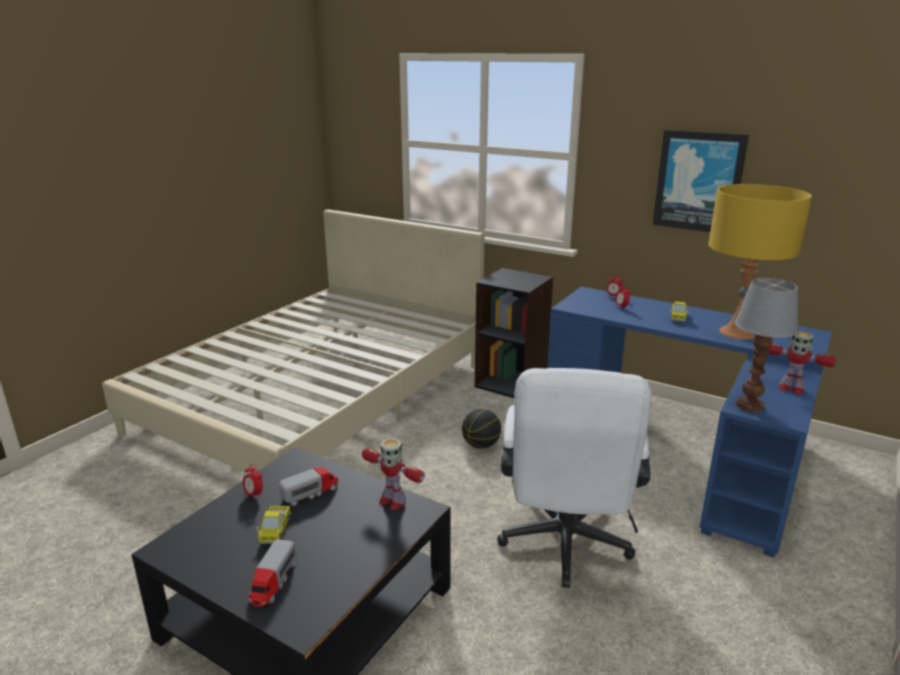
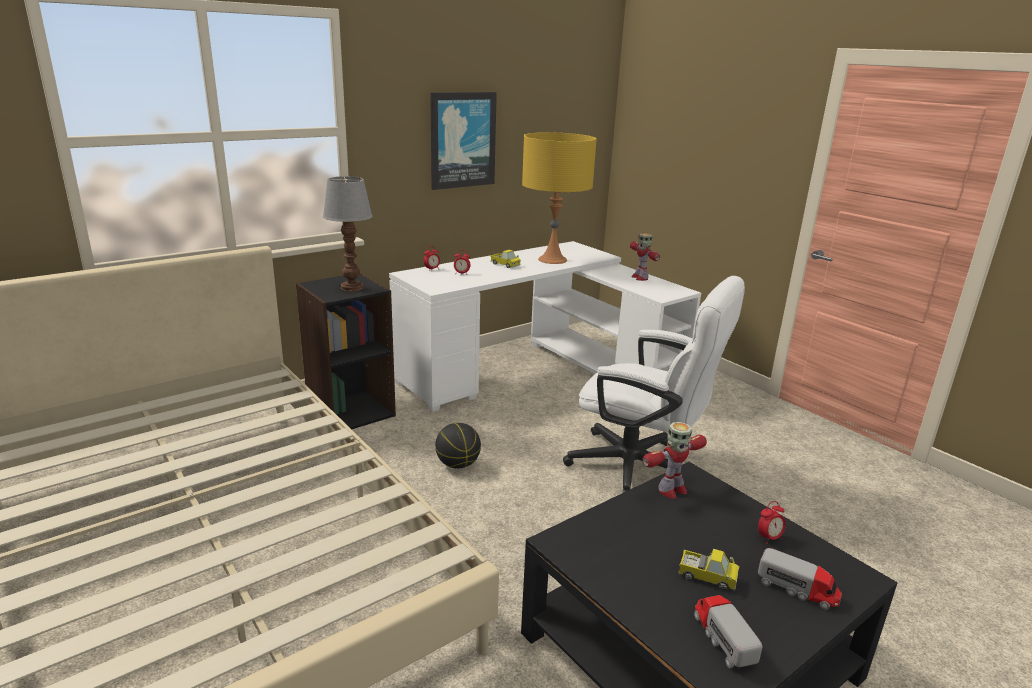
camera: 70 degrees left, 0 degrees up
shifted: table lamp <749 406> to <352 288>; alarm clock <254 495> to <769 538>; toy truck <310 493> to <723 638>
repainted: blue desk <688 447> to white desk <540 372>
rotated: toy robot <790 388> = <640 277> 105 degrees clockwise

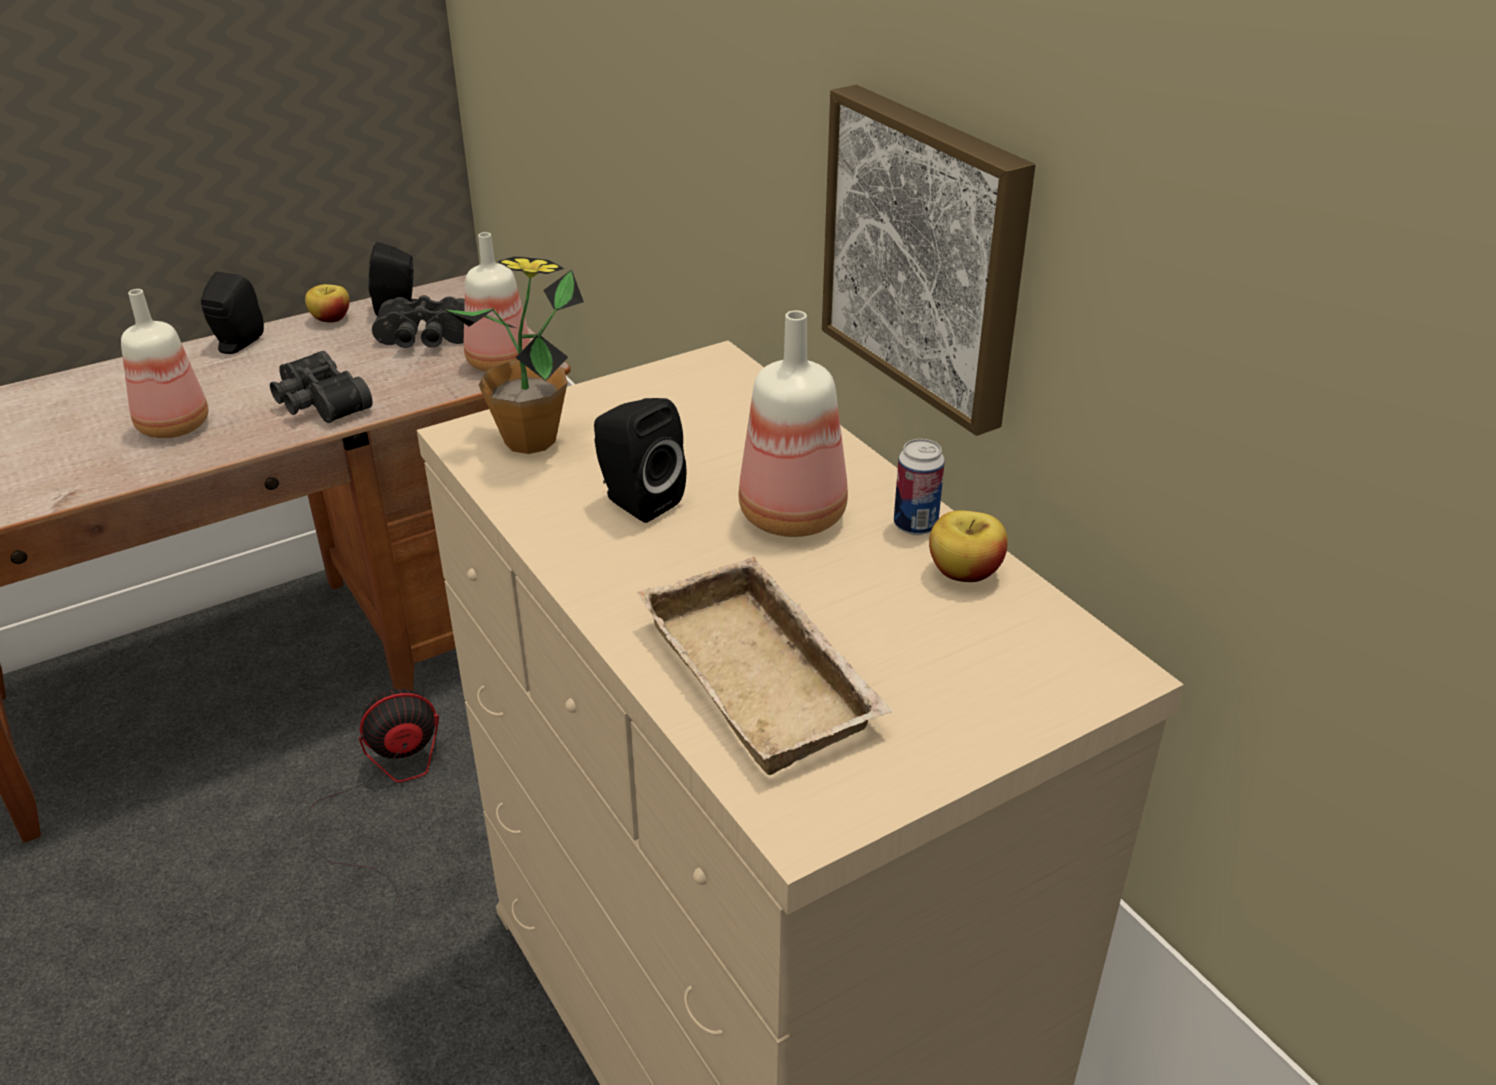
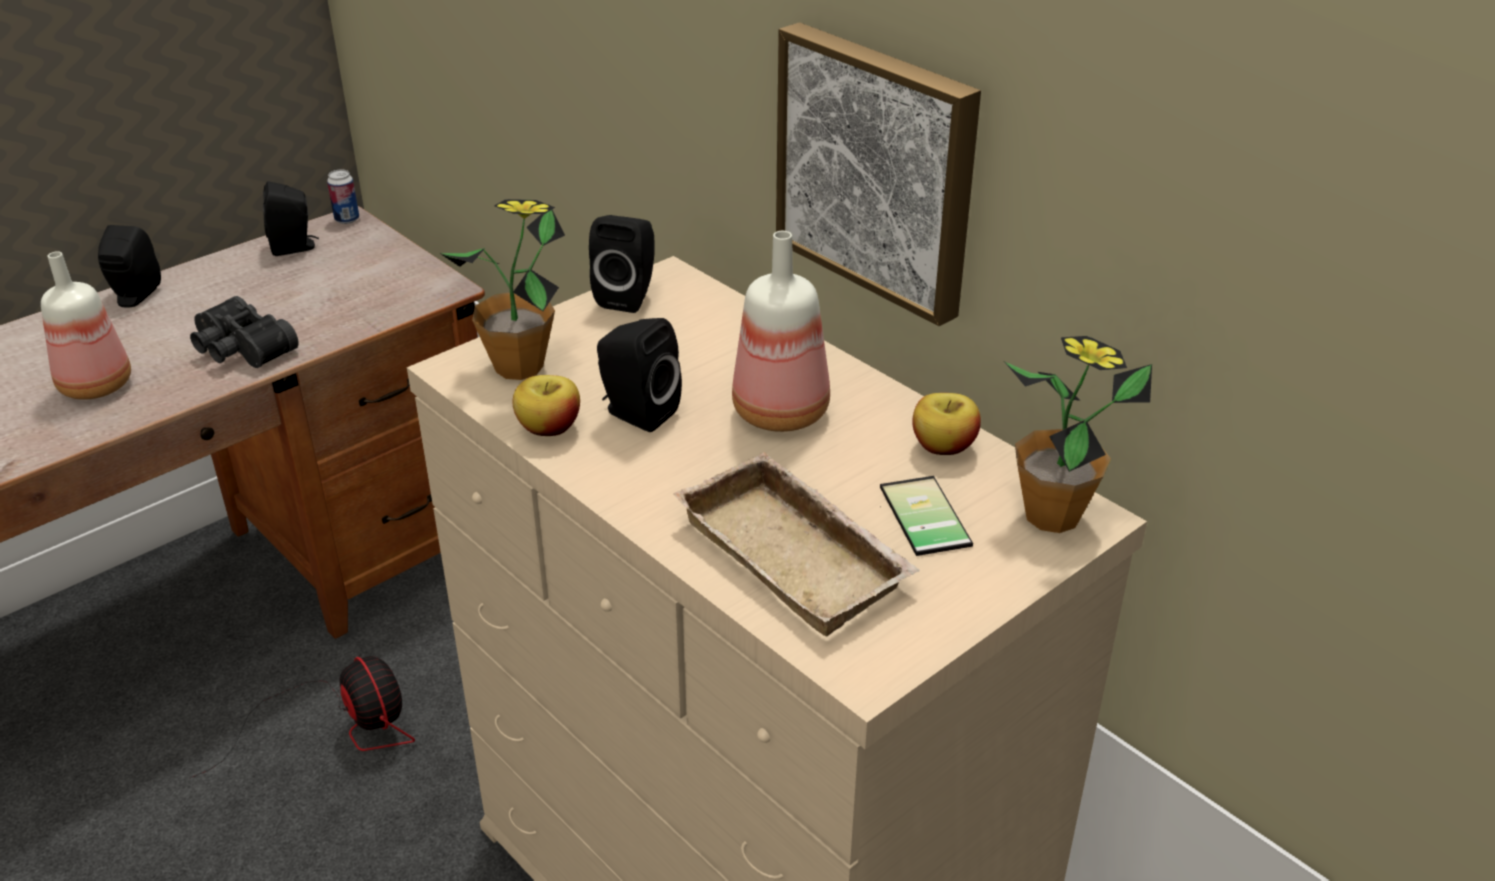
camera: 10 degrees left, 0 degrees up
gone: bottle <498 363>; black binoculars <425 339>
new: black speaker <628 297>; potted plant <1052 516>; phone <918 517>
shifted: apple <331 319> to <549 428>; can <915 525> to <347 219>
rotated: fan <385 789> = <341 726> 90 degrees clockwise

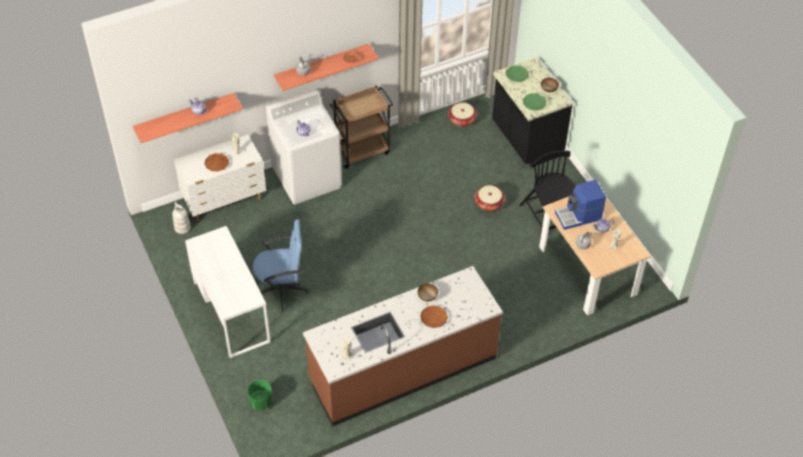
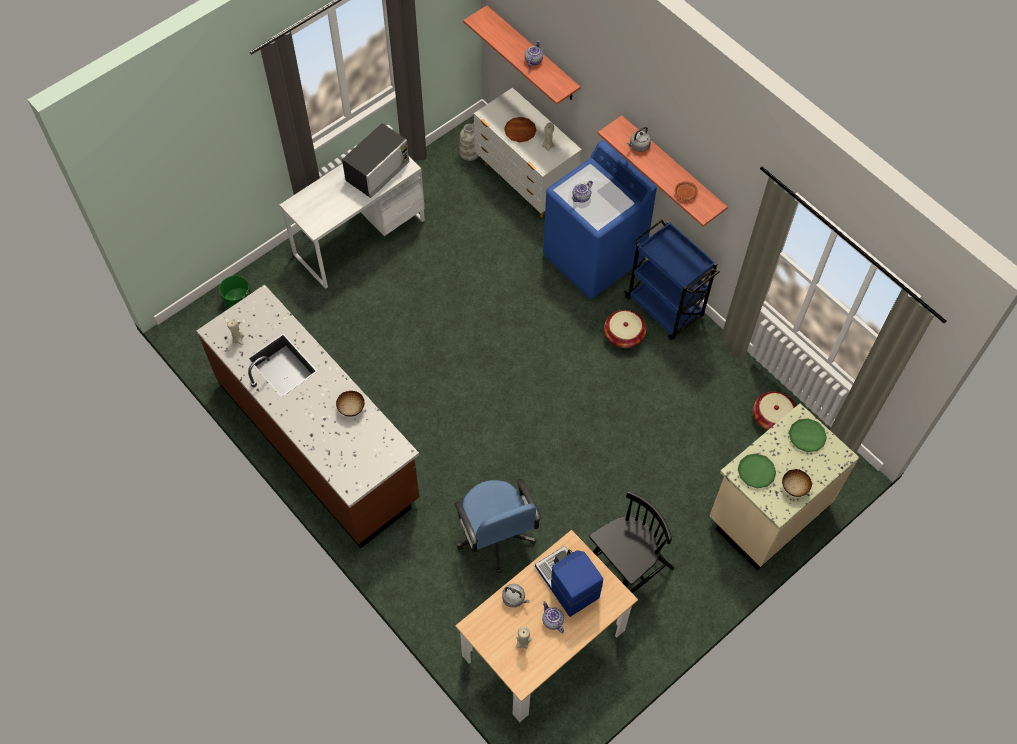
camera: 75 degrees right, 10 degrees up
gone: brown plate <433 318>
new: microwave <378 171>
shifted: basket <489 203> to <623 335>; blue office chair <281 288> to <495 536>
repainted: black counter <526 140> to beige counter <767 512>; brown cart <362 150> to blue cart <665 308>; white washing machine <307 178> to blue washing machine <593 258>

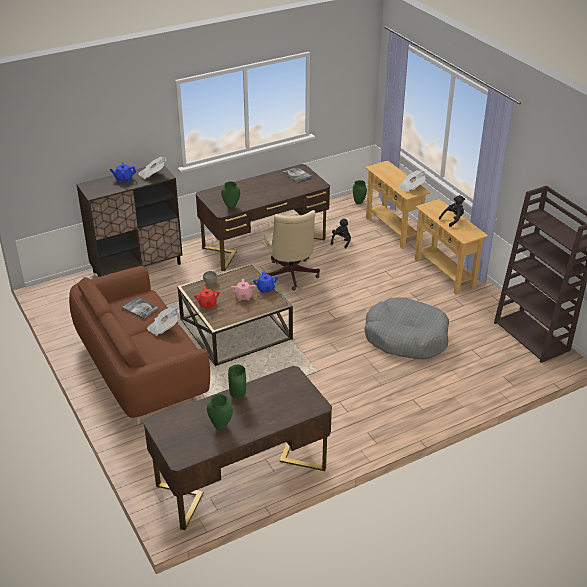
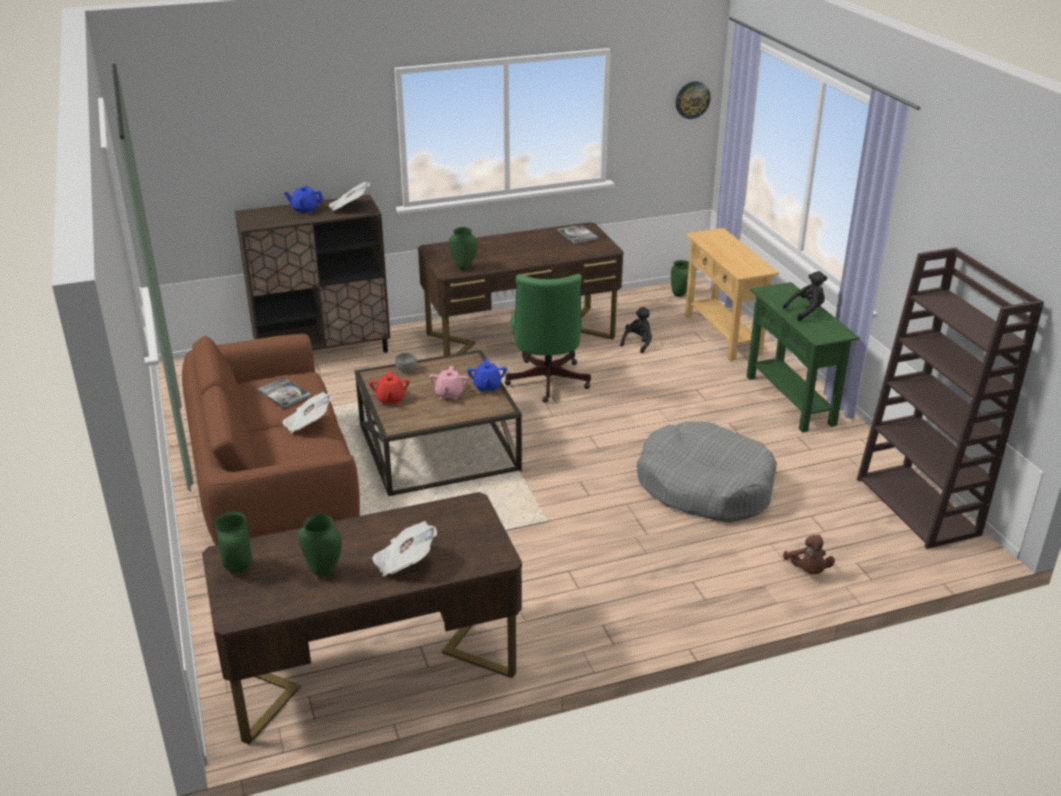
camera: 10 degrees right, 5 degrees down
new: wall clock <692 99>; brown plush toy <807 570>
shifted: newspaper <411 187> to <404 562>; green vase <237 396> to <237 569>
repainted: beige console table <444 273> to green console table <790 400>; beige office chair <291 276> to green office chair <546 383>

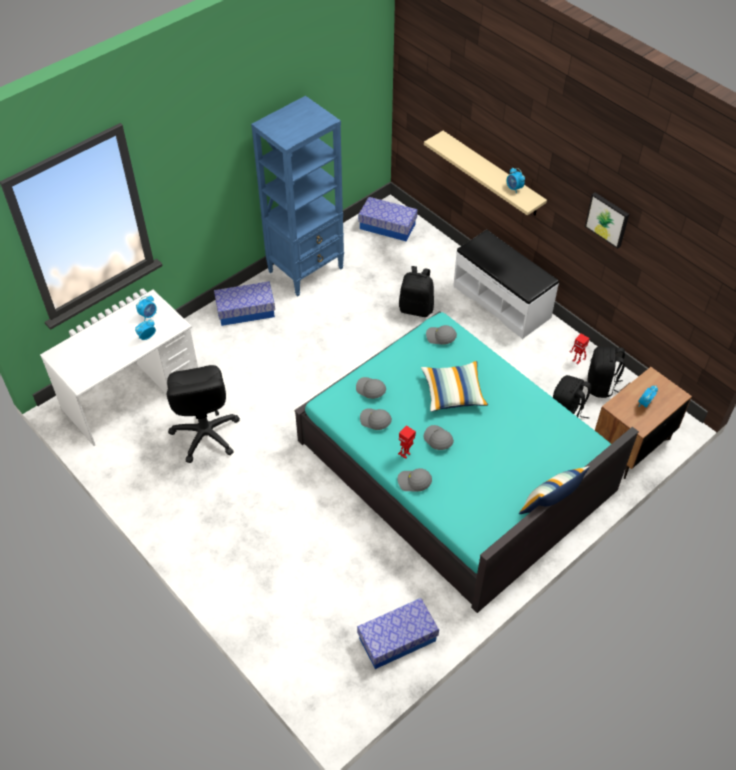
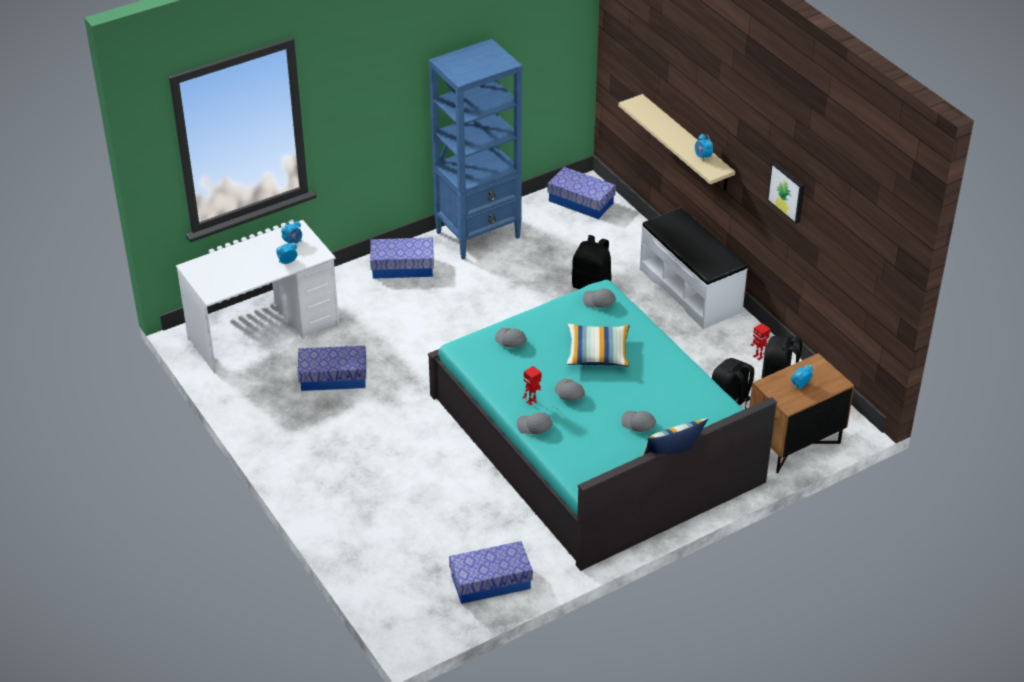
camera: 10 degrees right, 10 degrees down
shifted: grey cap <375 421> to <638 424>
swapped: black office chair <205 435> to storage box <333 377>

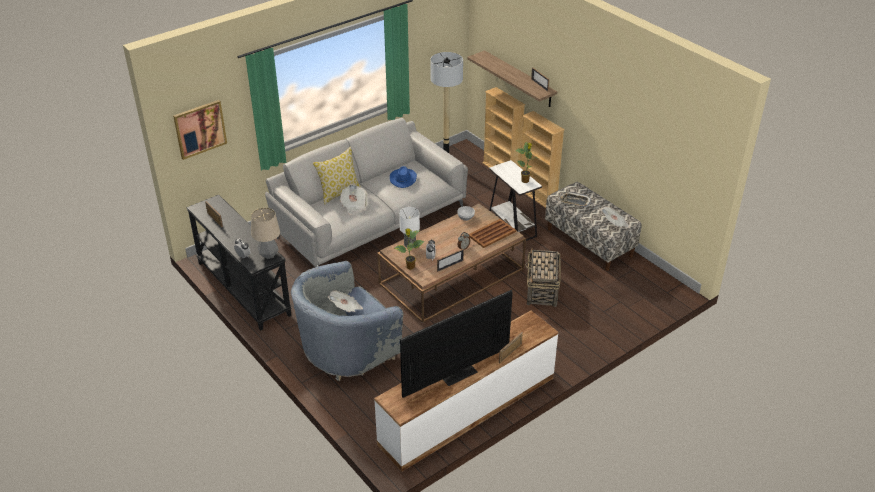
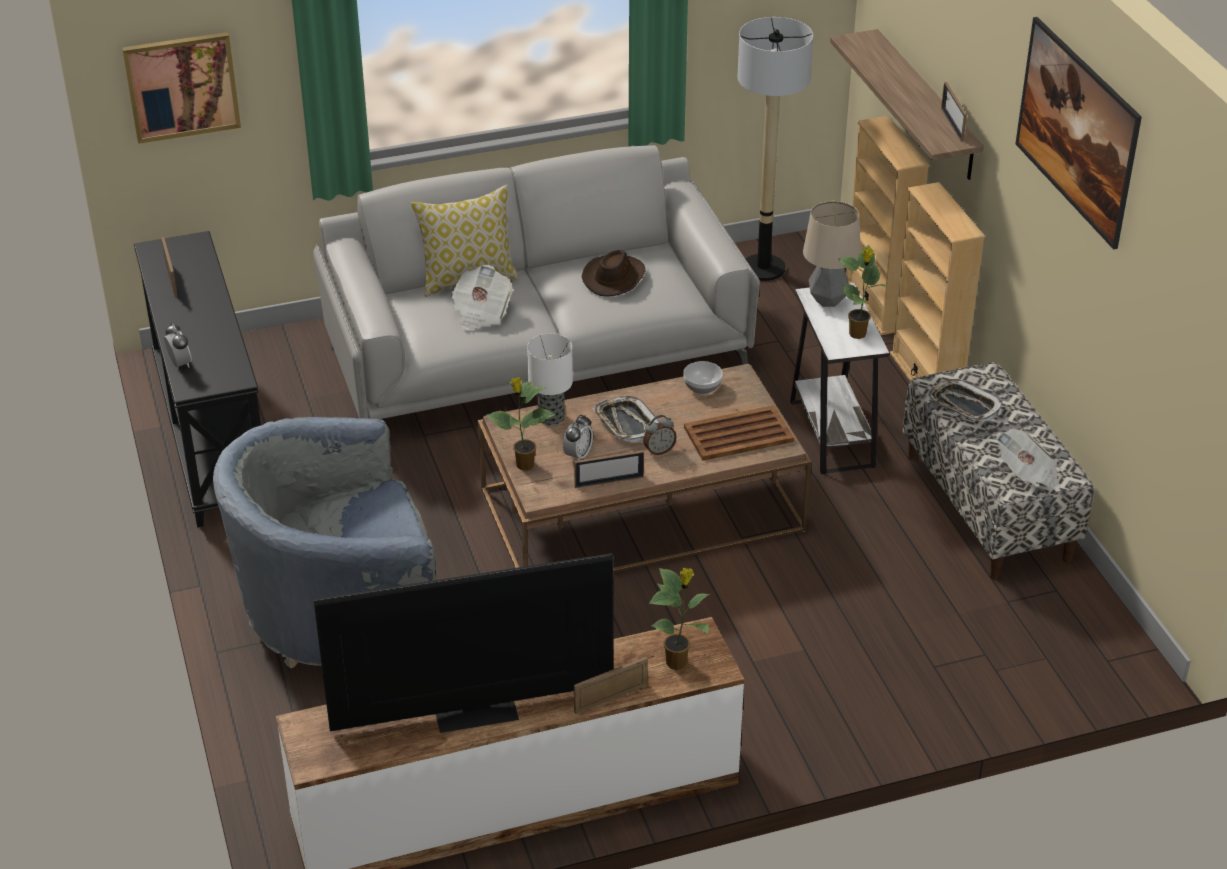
camera: 20 degrees right, 0 degrees up
gone: basket <542 290>; newspaper <346 308>
new: picture <1071 162>; tray <626 423>; potted plant <678 662>
shifted: table lamp <268 255> to <827 301>
repainted: blue hat <403 179> to brown hat <614 277>

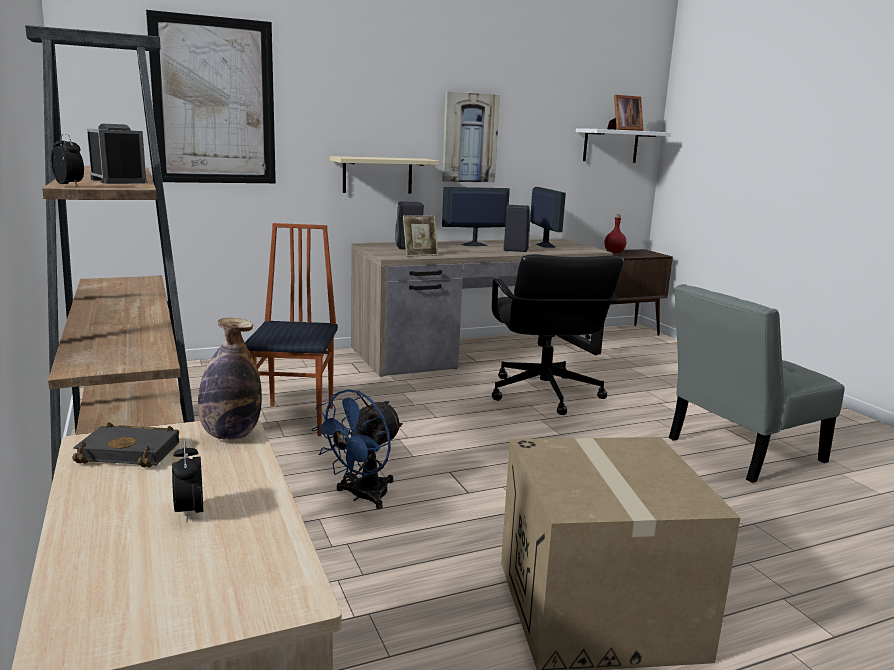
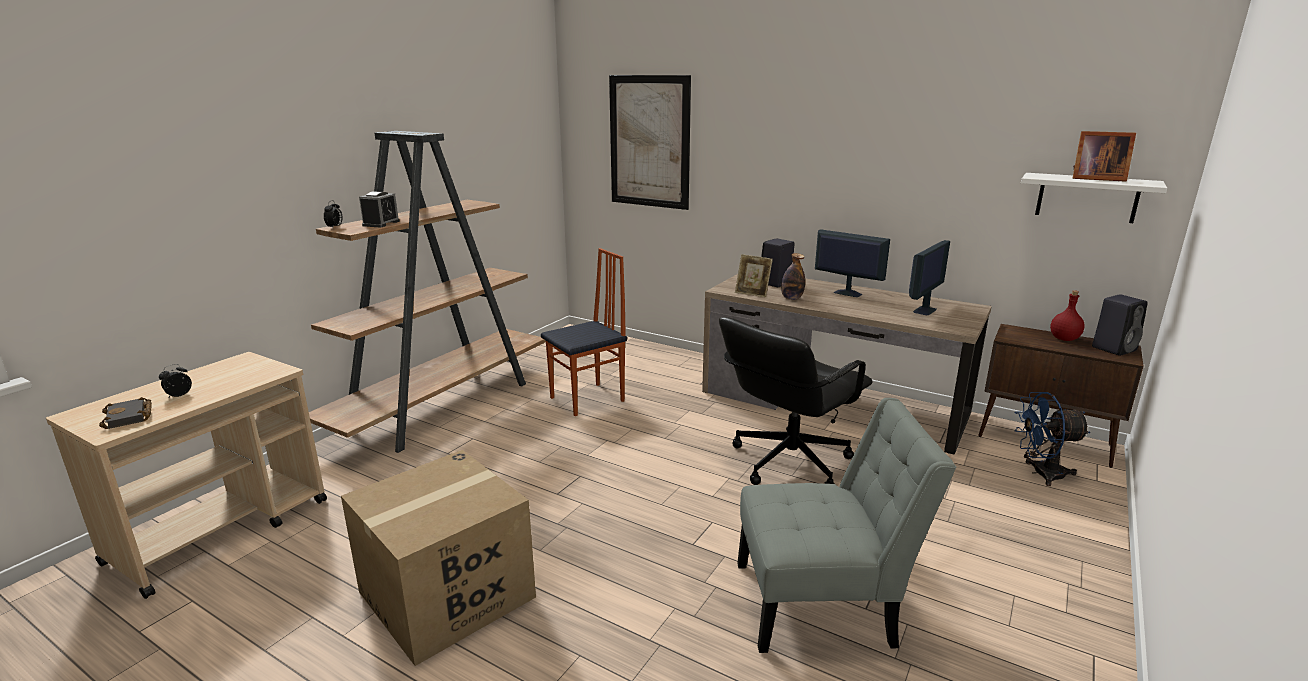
camera: 55 degrees right, 5 degrees up
gone: picture <469 138>; beige shelf <377 175>
shifted: black speaker <515 249> to <1114 348>; bottle <230 435> to <791 298>; blue fan <362 497> to <1040 473>; black book <133 451> to <130 417>
rotated: grey chair <739 452> = <823 603> 150 degrees clockwise

